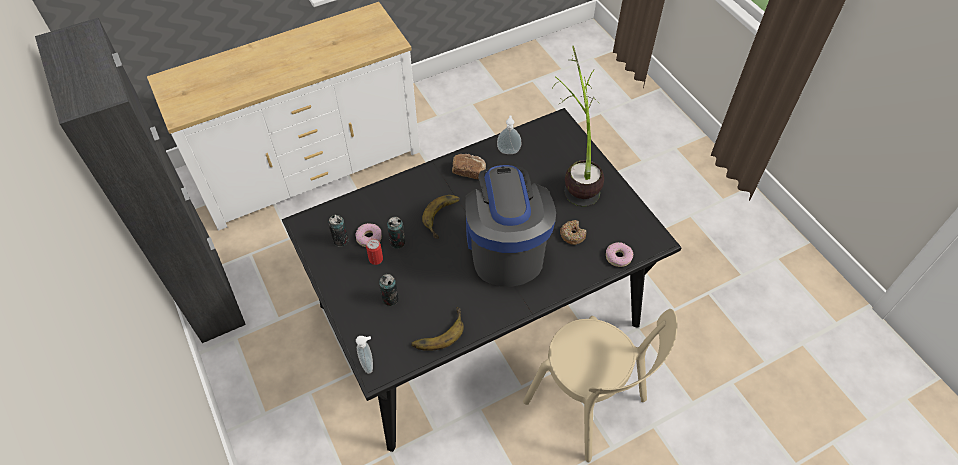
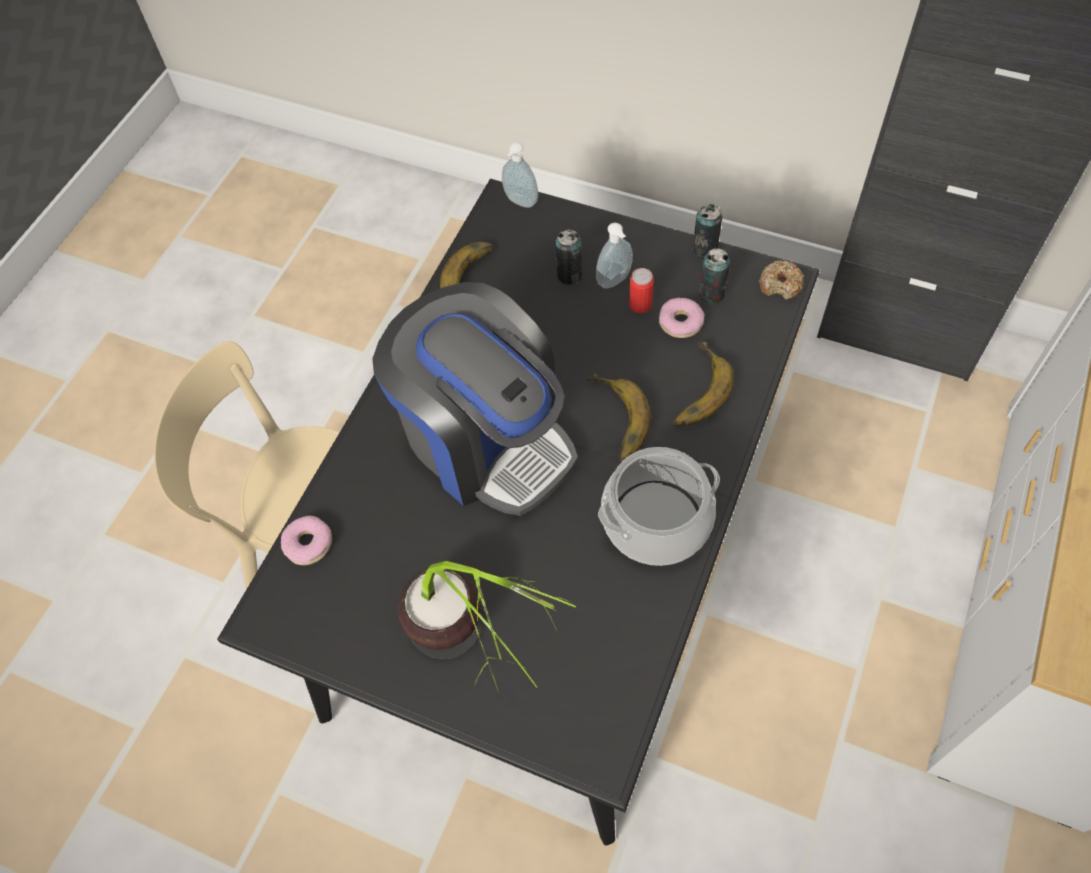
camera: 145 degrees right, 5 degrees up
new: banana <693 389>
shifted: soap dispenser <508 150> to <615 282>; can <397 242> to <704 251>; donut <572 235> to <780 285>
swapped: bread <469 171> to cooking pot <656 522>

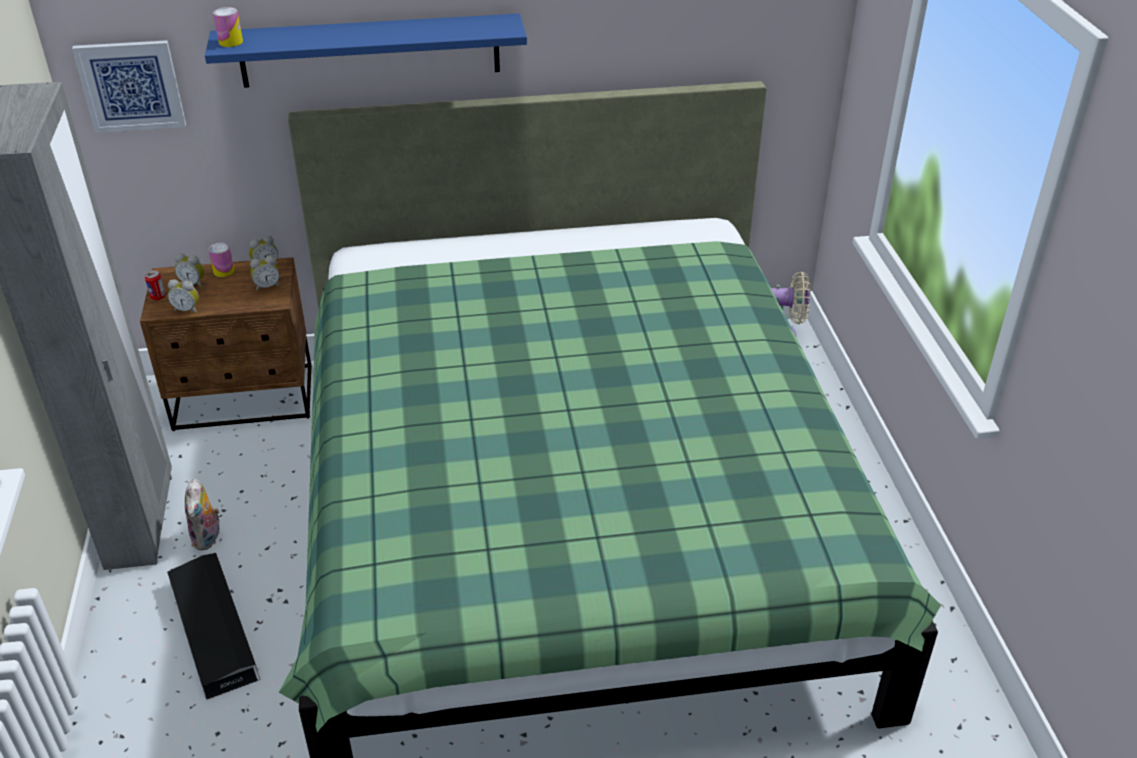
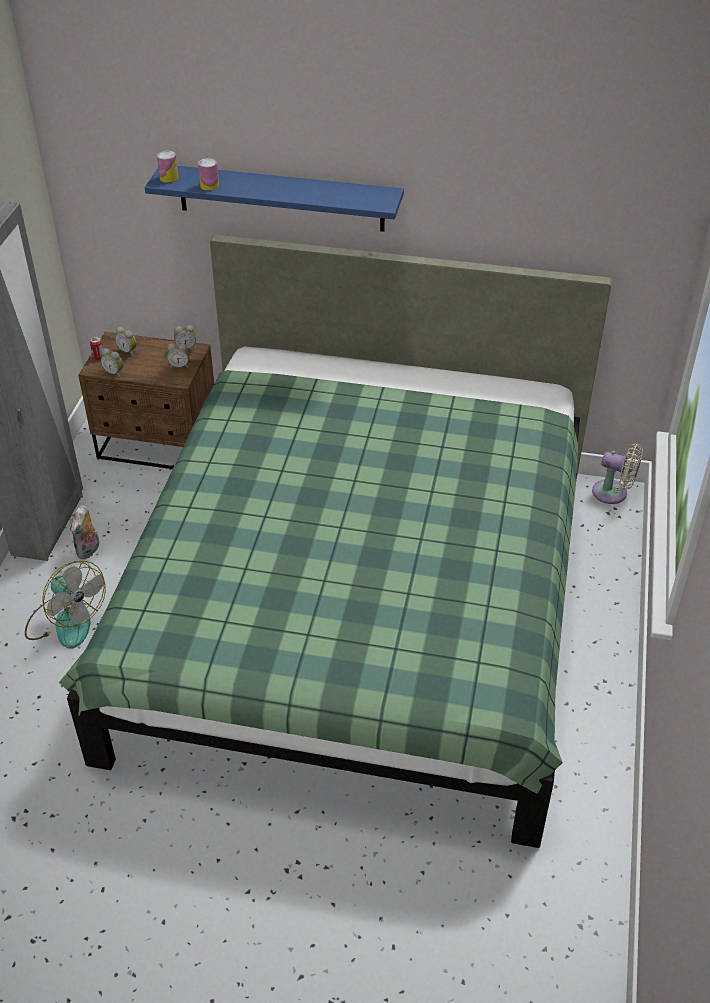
camera: 20 degrees right, 5 degrees up
gone: picture <131 85>
shifted: can <224 271> to <209 185>
swapped: black storage box <214 630> to fan <66 621>

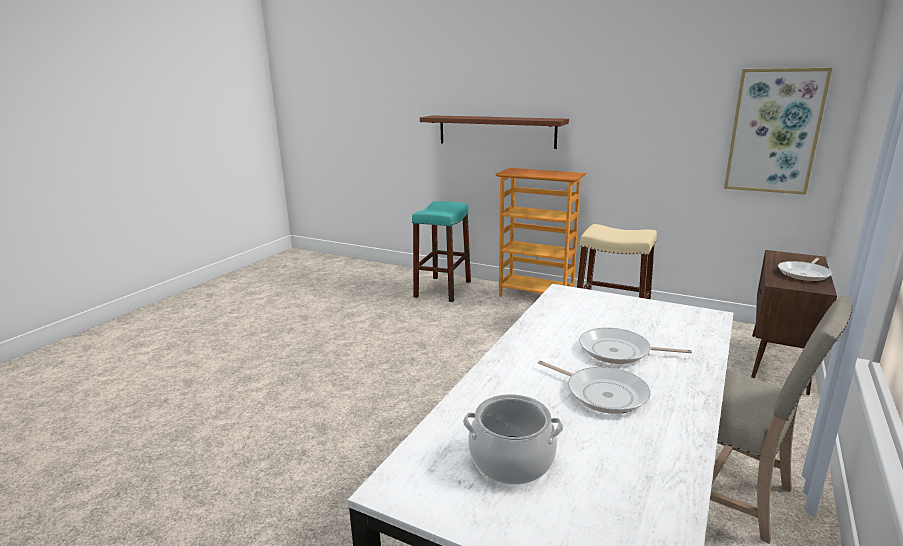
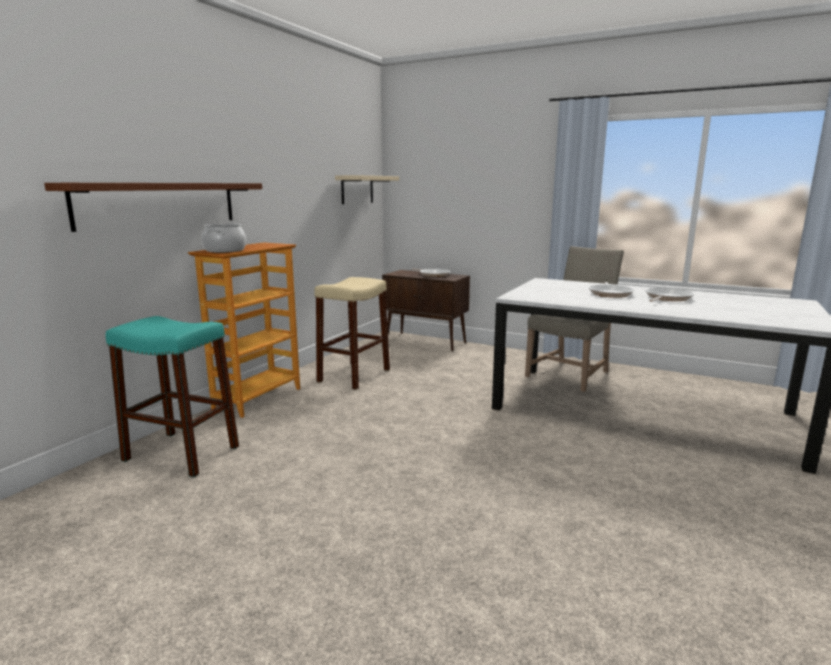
camera: 90 degrees left, 5 degrees down
shifted: cooking pot <512 460> to <224 250>
swapped: picture <774 131> to beige shelf <357 189>

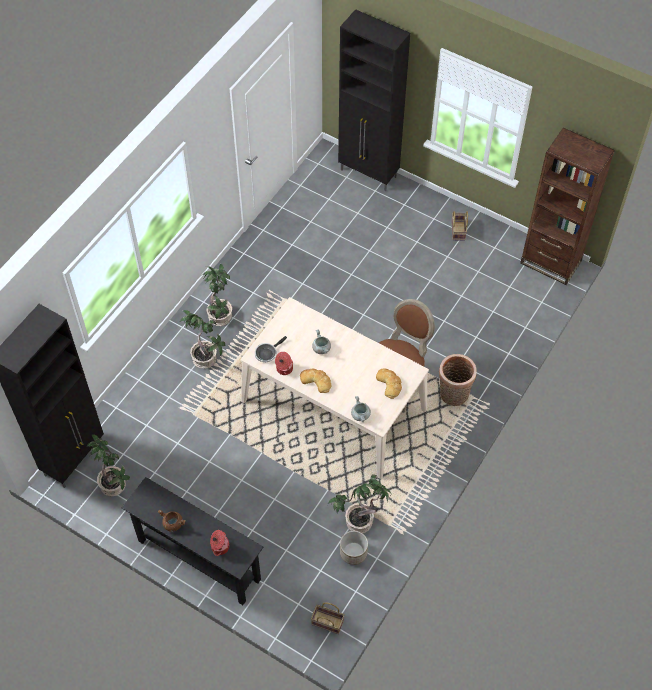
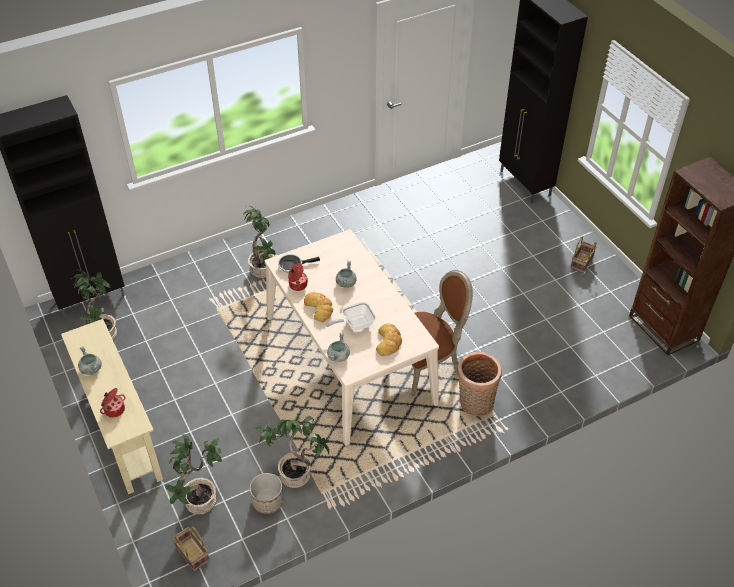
camera: 30 degrees right, 10 degrees down
new: frying pan <355 324>
shifted: potted plant <221 317> to <201 502>
repainted: black console table <198 560> to beige console table <122 433>; brown cooking pot <173 524> to grey cooking pot <91 369>

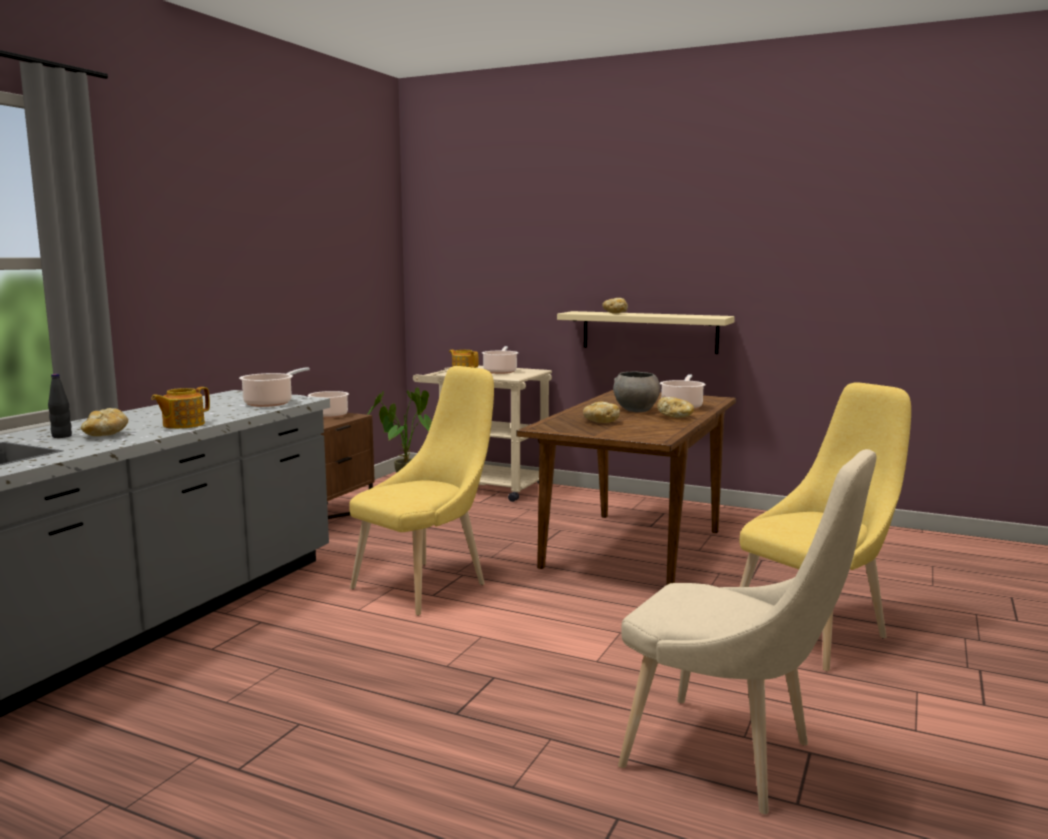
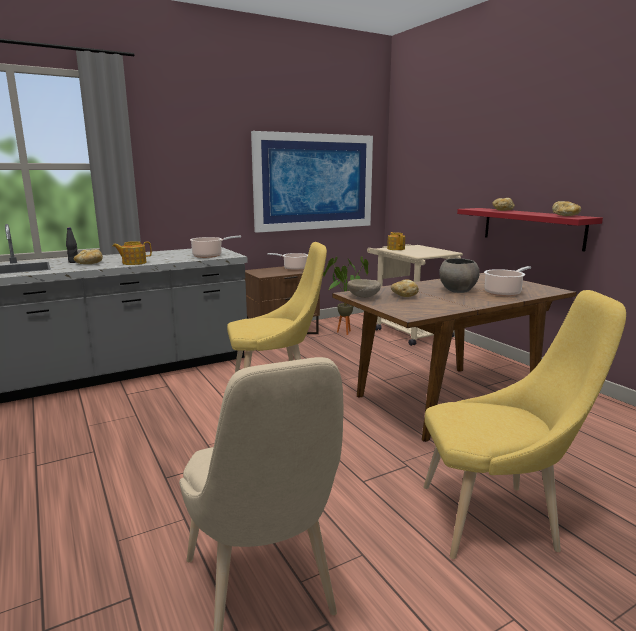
camera: 35 degrees right, 5 degrees up
gone: cooking pot <500 371>
new: picture <314 182>; beige bowl <364 297>
shifted: bread <676 417> to <565 216>
repainted: beige shelf <649 332> to red shelf <532 228>

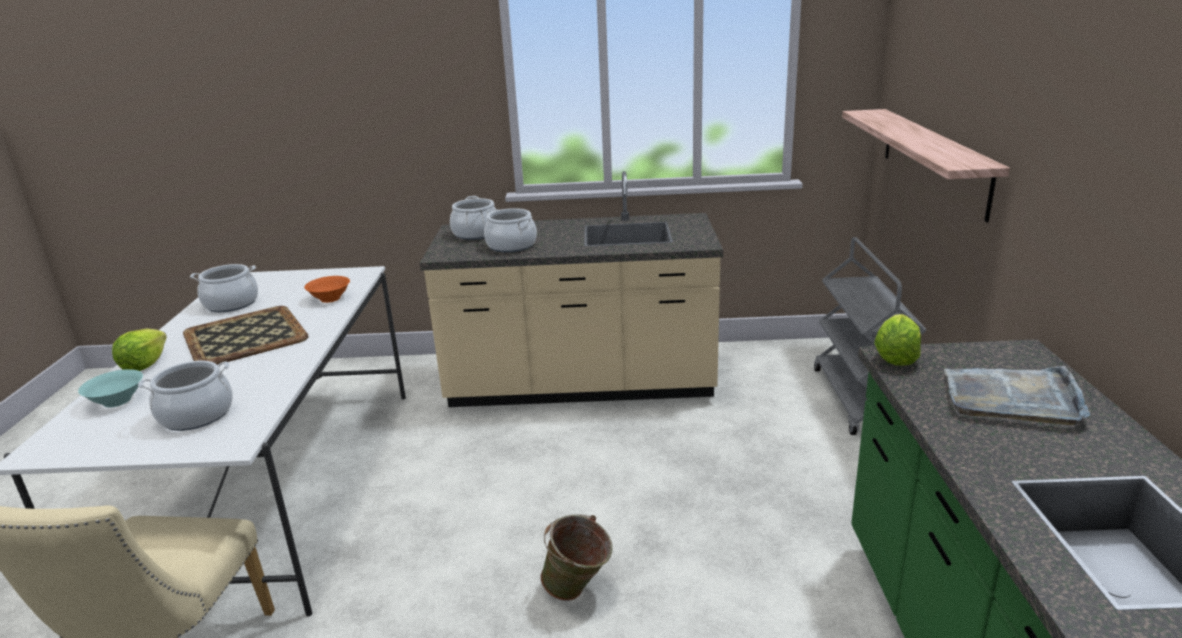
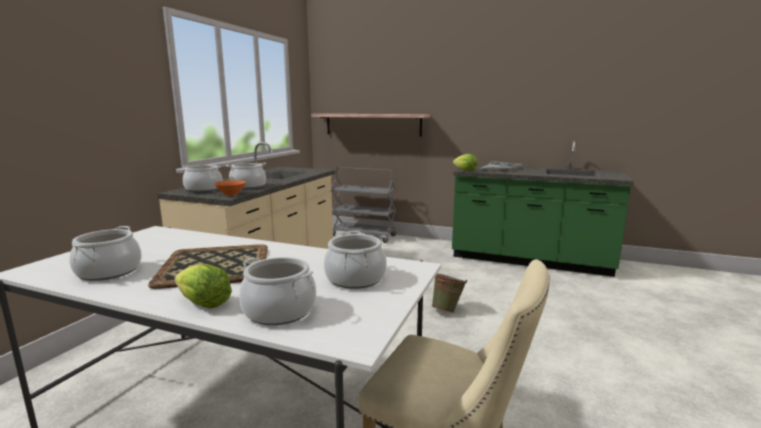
camera: 70 degrees left, 10 degrees down
shifted: orange bowl <330 298> to <231 194>
swapped: turquoise bowl <117 400> to cooking pot <279 311>

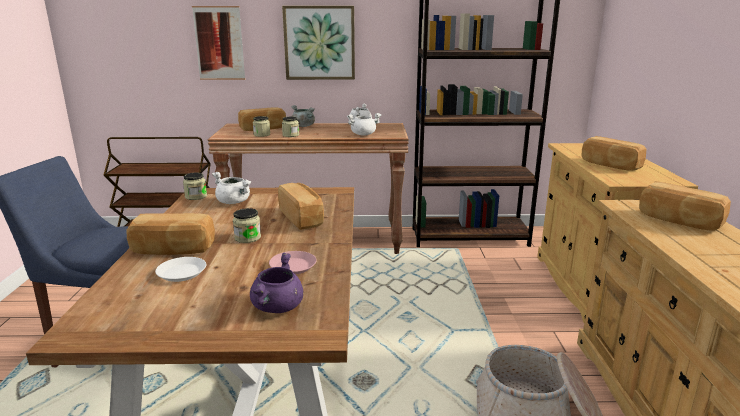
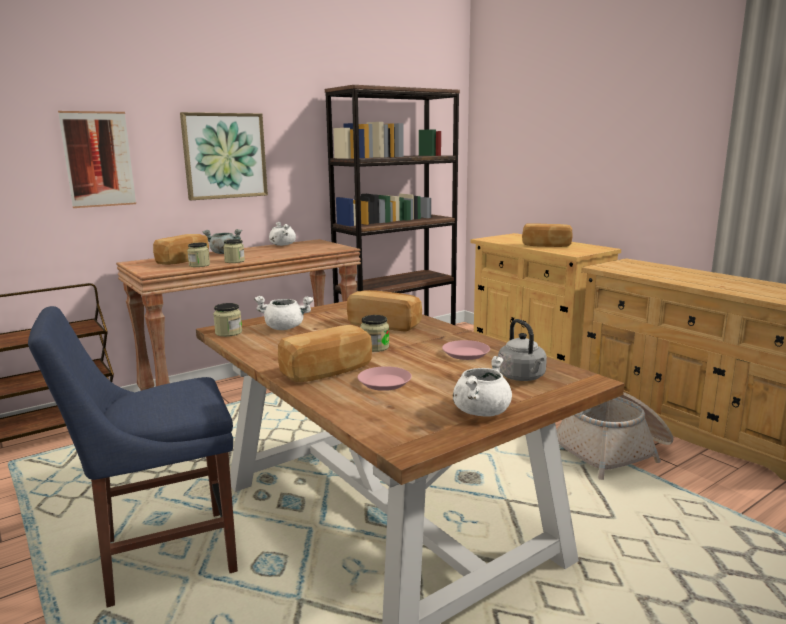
camera: 35 degrees left, 5 degrees down
gone: bread <679 221>
shifted: white cooking pot <363 134> to <481 411>
swapped: purple cooking pot <278 307> to grey kettle <522 377>
repainted: white plate <182 273> to pink plate <384 382>

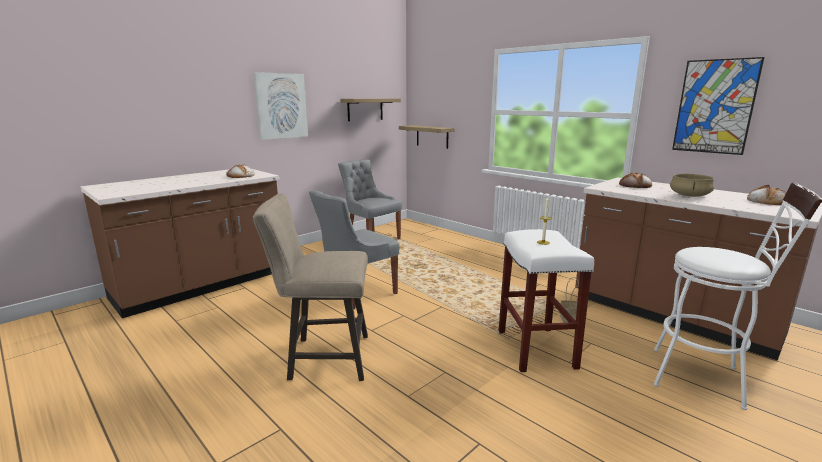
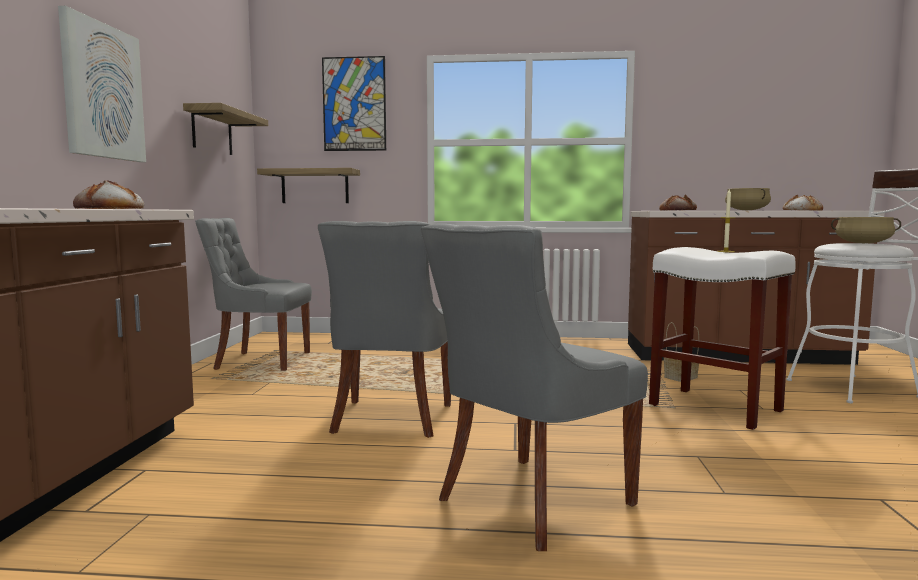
camera: 40 degrees left, 10 degrees down
new: beige cooking pot <863 243>
shifted: picture <715 107> to <354 104>
swapped: beige stool <323 358> to grey chair <530 502>

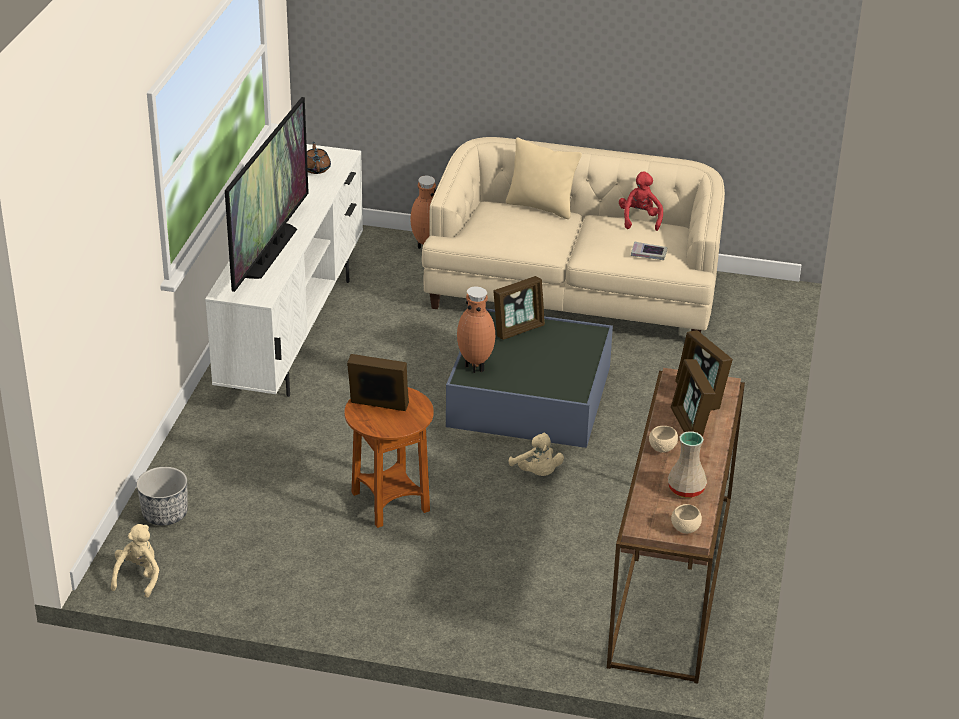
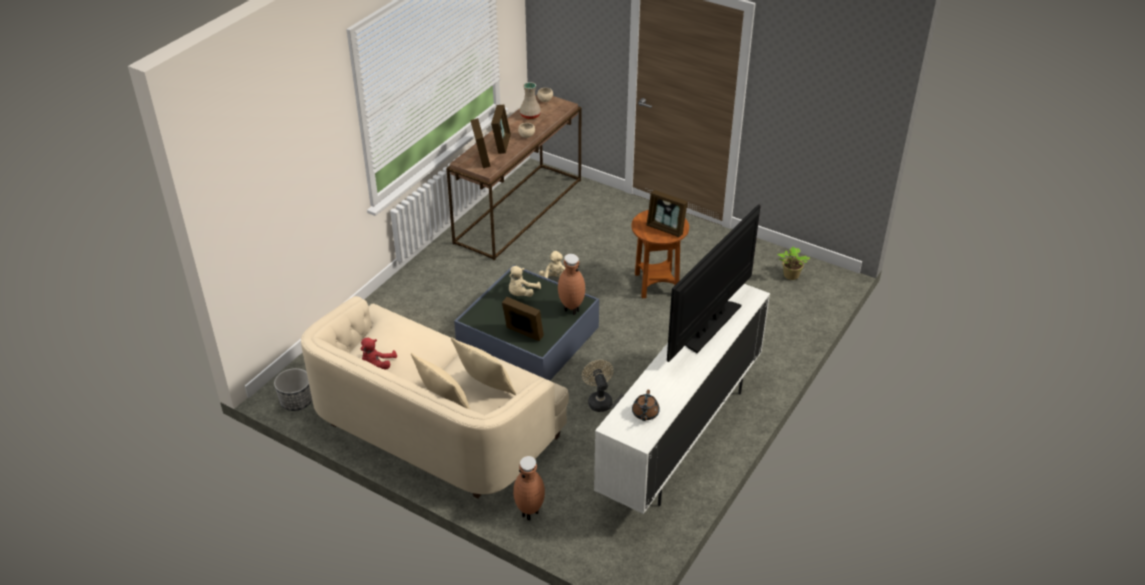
camera: 160 degrees left, 5 degrees up
gone: book <648 254>
new: potted plant <790 276>; beige pillow <485 387>; beige fan <598 400>
shifted: planter <164 514> to <297 402>; beige plush toy <138 577> to <521 293>
rotated: picture frame <518 329> = <523 334> 45 degrees clockwise

